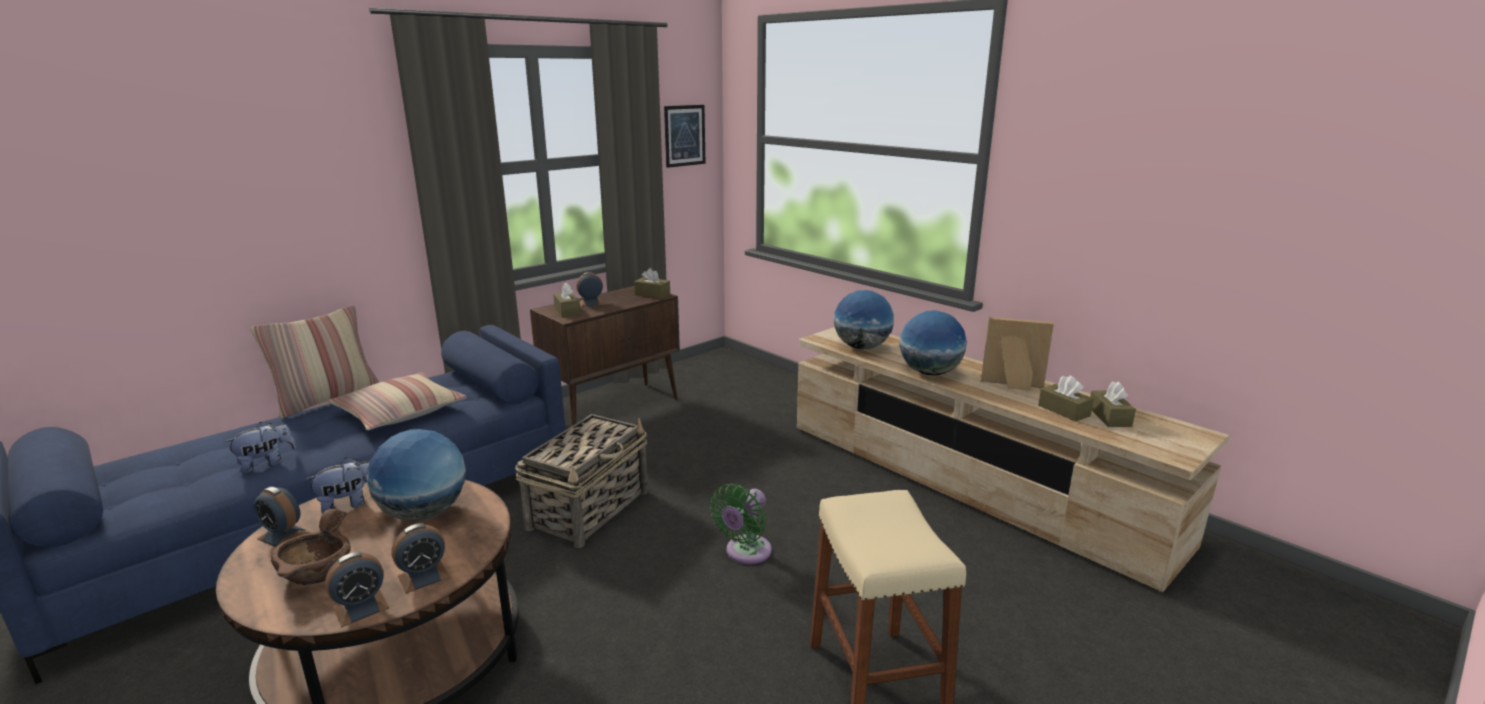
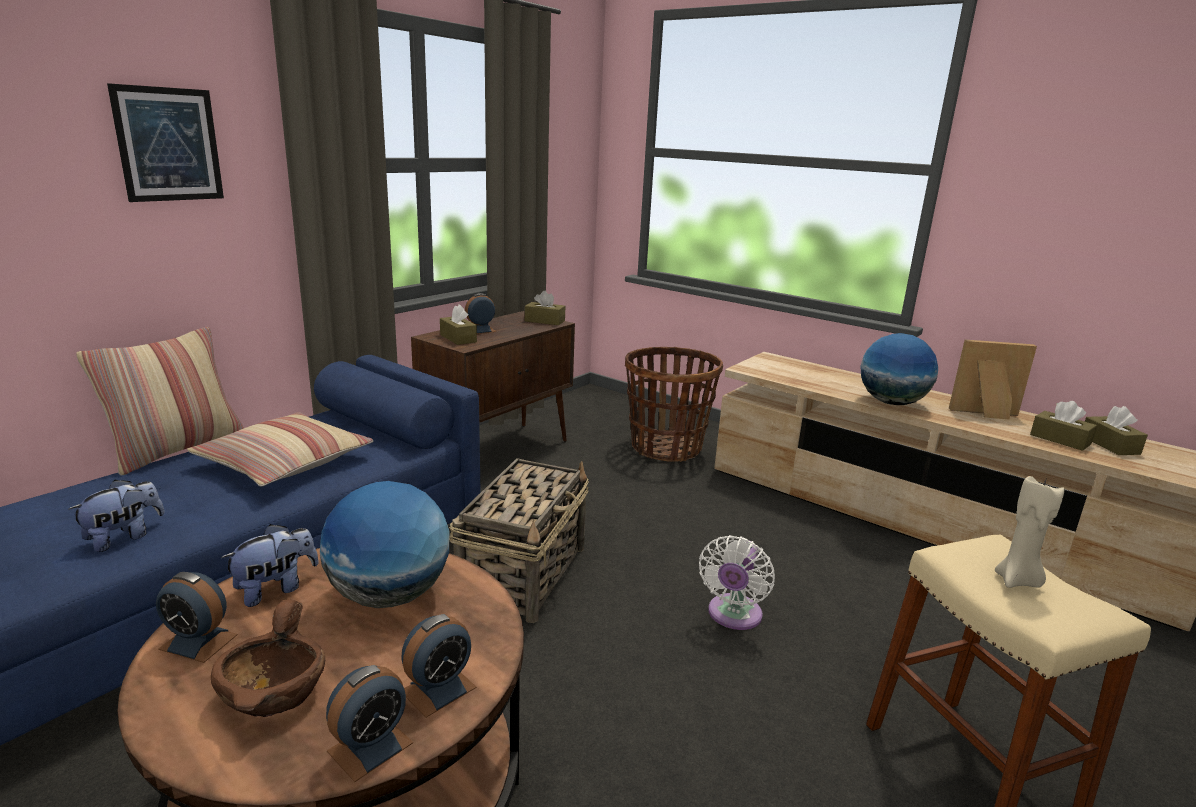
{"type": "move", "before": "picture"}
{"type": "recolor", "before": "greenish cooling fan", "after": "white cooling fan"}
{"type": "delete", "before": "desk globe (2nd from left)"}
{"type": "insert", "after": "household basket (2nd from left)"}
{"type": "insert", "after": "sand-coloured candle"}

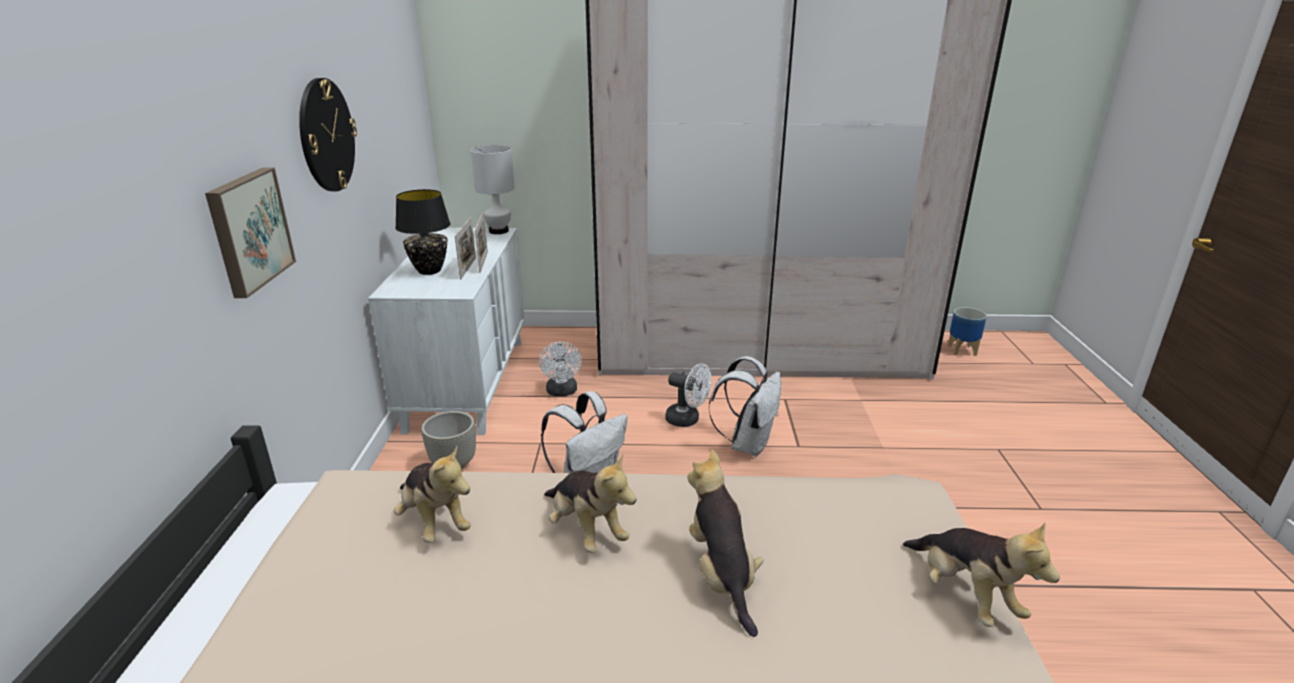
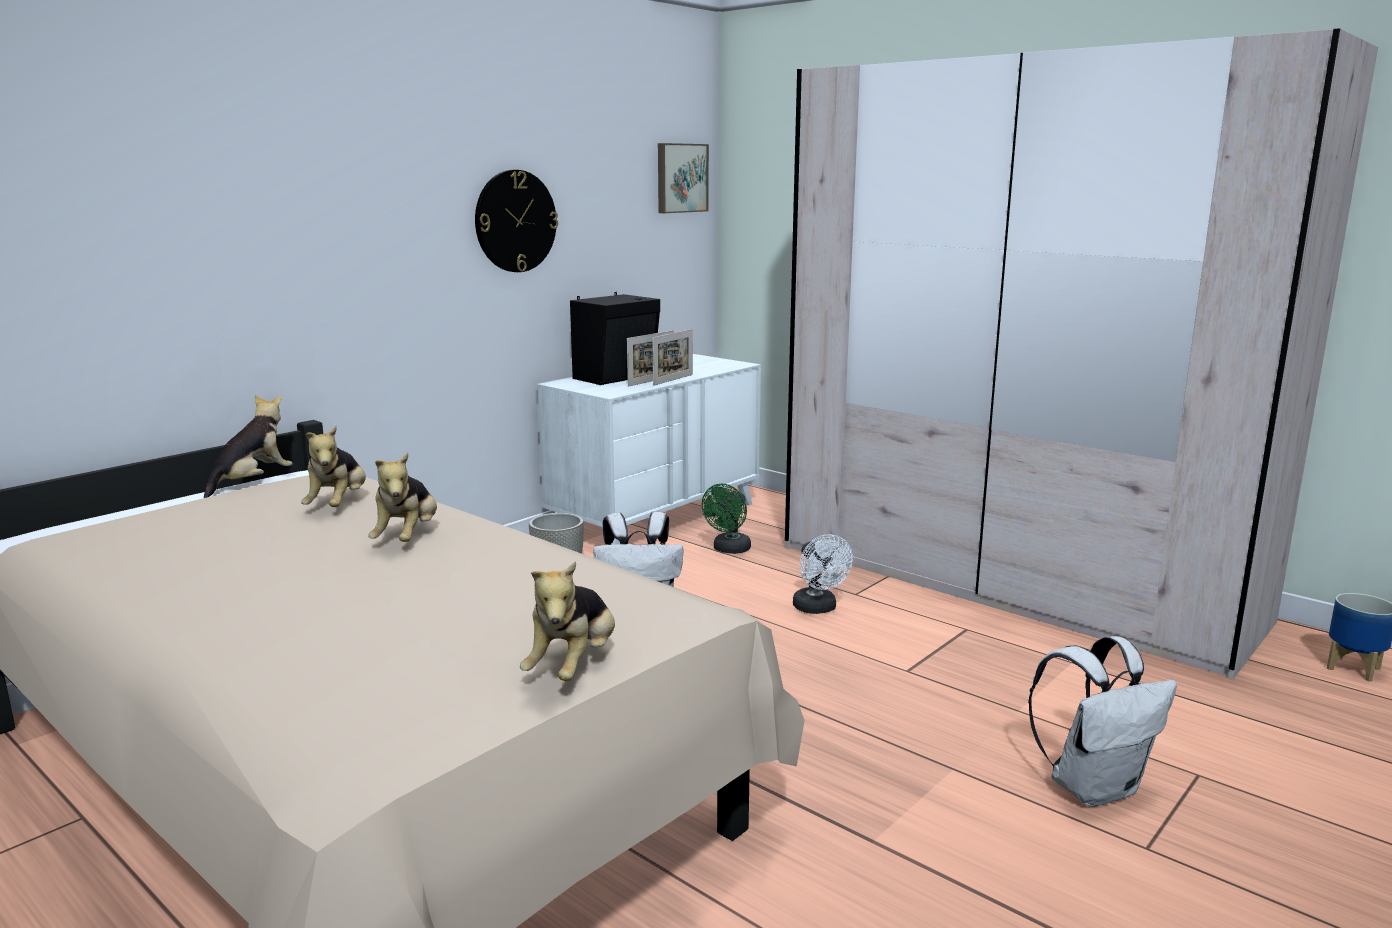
{"type": "move", "before": "picture"}
{"type": "replace", "before": "black tabletop lamp", "after": "black loudspeaker"}
{"type": "delete", "before": "white tabletop lamp"}
{"type": "recolor", "before": "white cooling fan (1st from left)", "after": "greenish cooling fan"}
{"type": "move", "before": "soft toy (3rd from left in the first image)", "after": "soft toy (1st from left)"}
{"type": "move", "before": "white backpack (2nd from left)"}

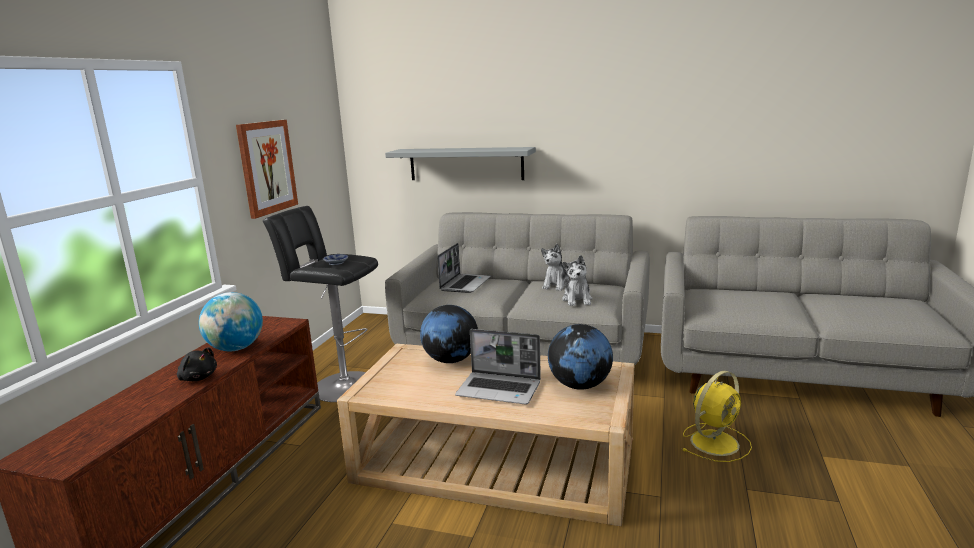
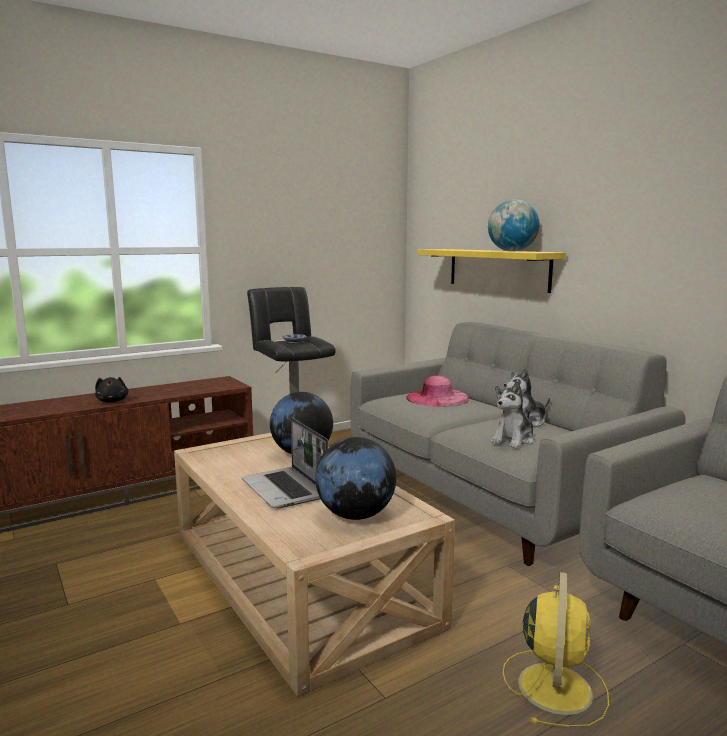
{"type": "move", "before": "desk globe (1st from left in the first image)", "after": "desk globe (3rd from left)"}
{"type": "delete", "before": "picture"}
{"type": "recolor", "before": "grey bracket shelf", "after": "yellow-coloured bracket shelf"}
{"type": "replace", "before": "notebook computer (1st from left)", "after": "pink wearable hat"}
{"type": "rotate", "before": "yellow-coloured cooling fan", "turn": -75}

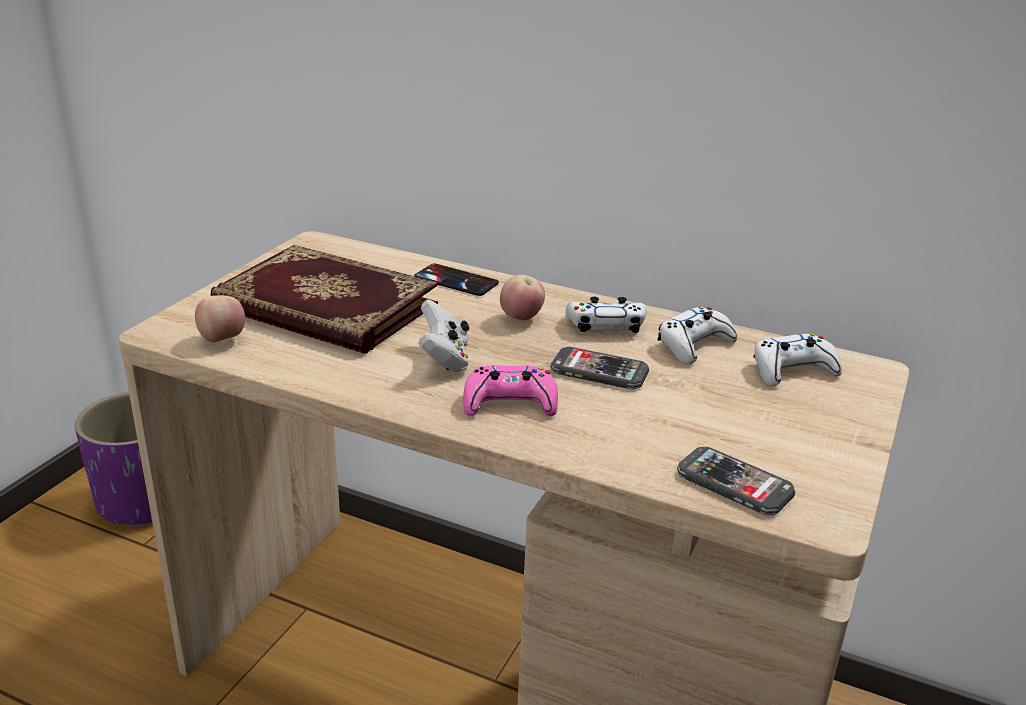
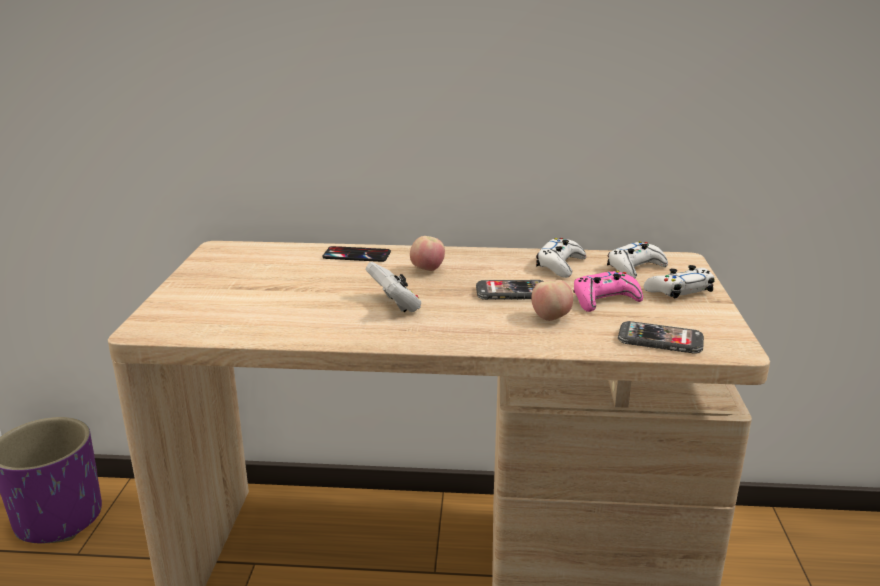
{"type": "move", "before": "whole apple (1st from left in the first image)", "after": "whole apple (2nd from left)"}
{"type": "delete", "before": "volume"}
{"type": "move", "before": "pink joypad"}
{"type": "move", "before": "white joypad (2nd from left in the first image)", "after": "white joypad (4th from left)"}

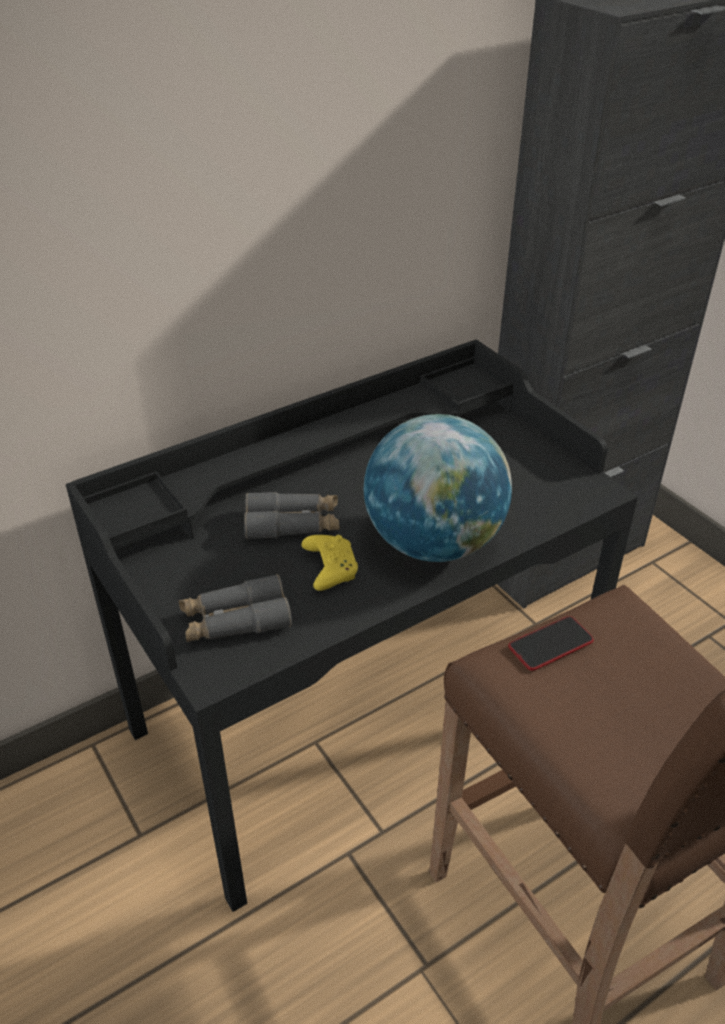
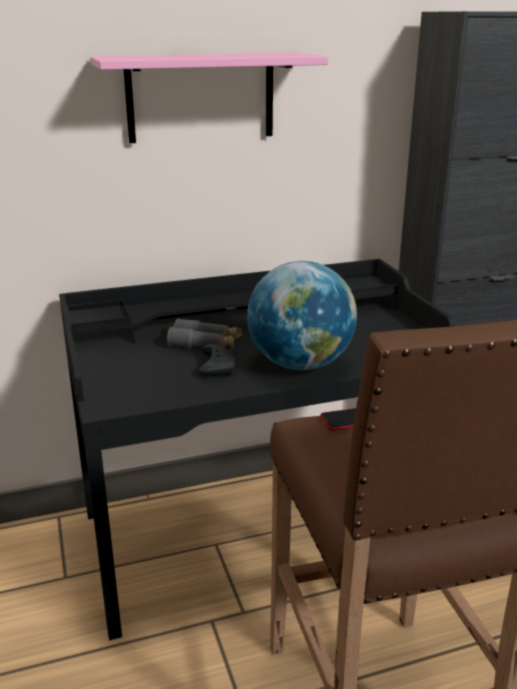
{"type": "delete", "before": "grey pair of binoculars (1st from left)"}
{"type": "recolor", "before": "yellow-coloured joypad", "after": "black joypad"}
{"type": "insert", "after": "pink bracket shelf"}

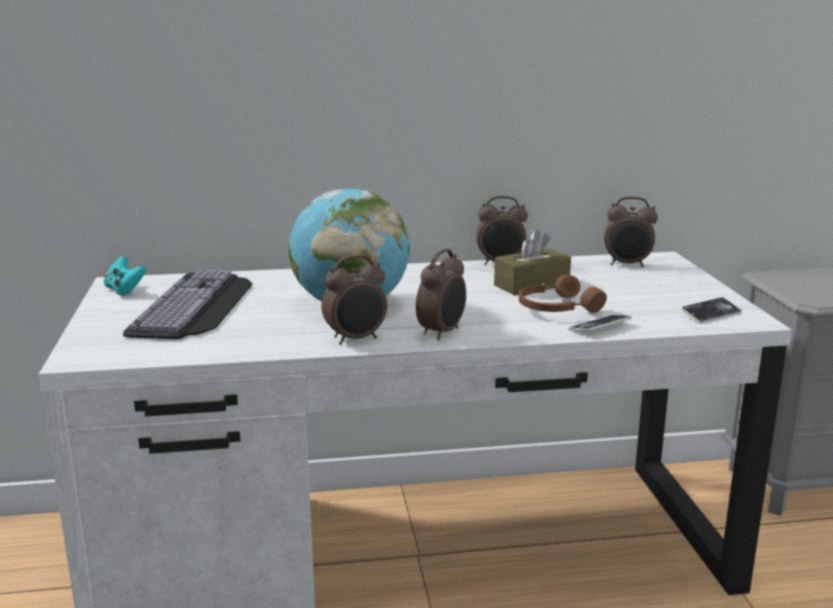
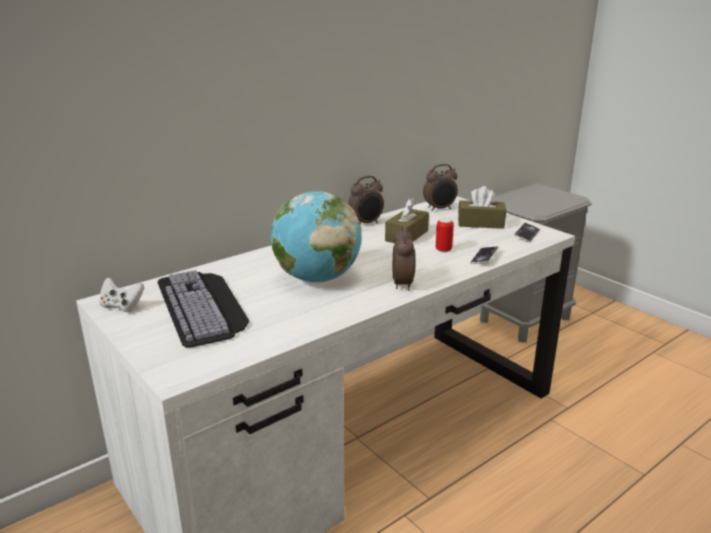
{"type": "recolor", "before": "turquoise-coloured joypad", "after": "white joypad"}
{"type": "delete", "before": "alarm clock (1st from left)"}
{"type": "replace", "before": "brown-coloured headset", "after": "metal can"}
{"type": "insert", "after": "brown-coloured tissue box (2nd from left)"}

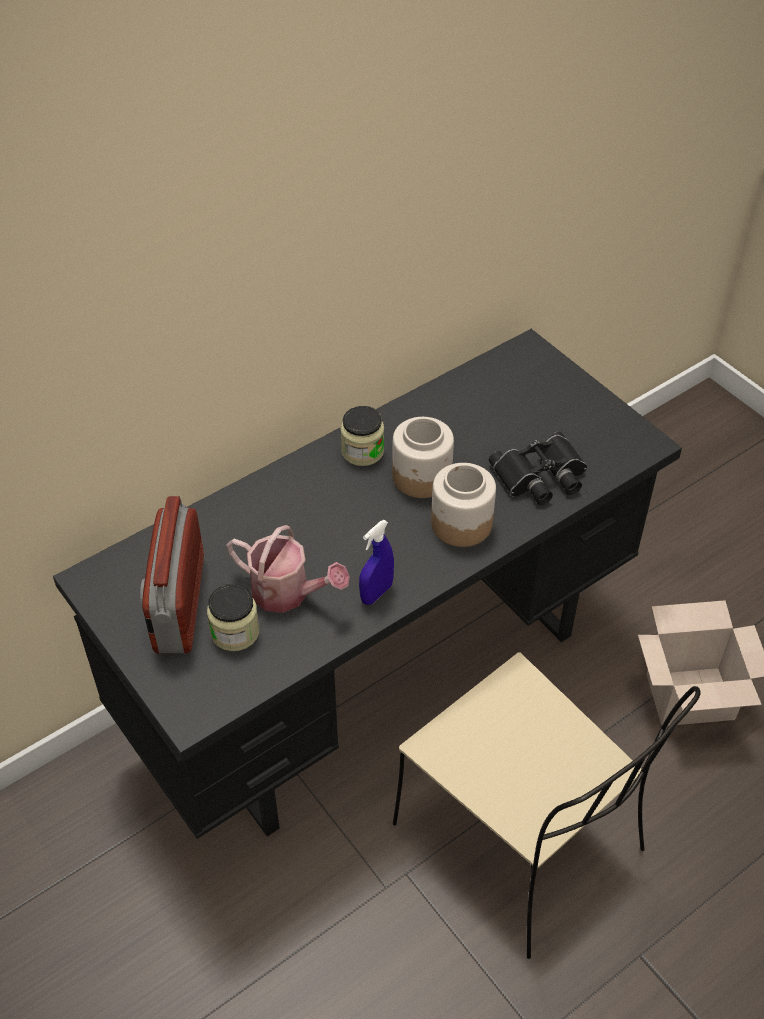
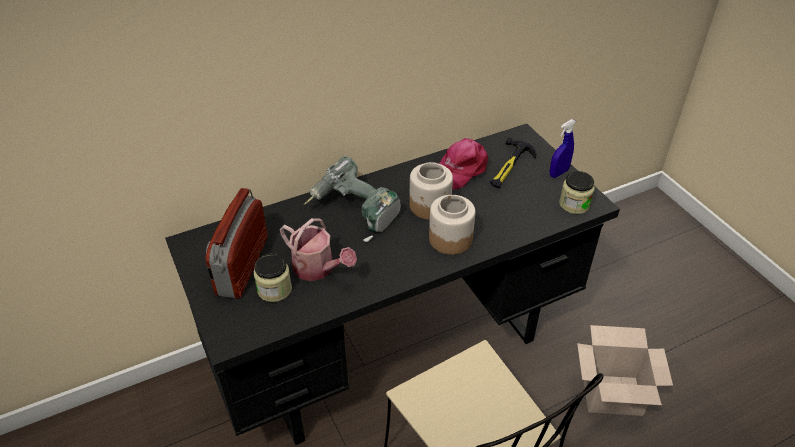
{"type": "move", "before": "preserve jar (2nd from left in the first image)", "after": "preserve jar (4th from left)"}
{"type": "move", "before": "bluish hand sprayer"}
{"type": "delete", "before": "black pair of binoculars"}
{"type": "insert", "after": "electric drill"}
{"type": "insert", "after": "pink peaked cap"}
{"type": "insert", "after": "tool hammer"}

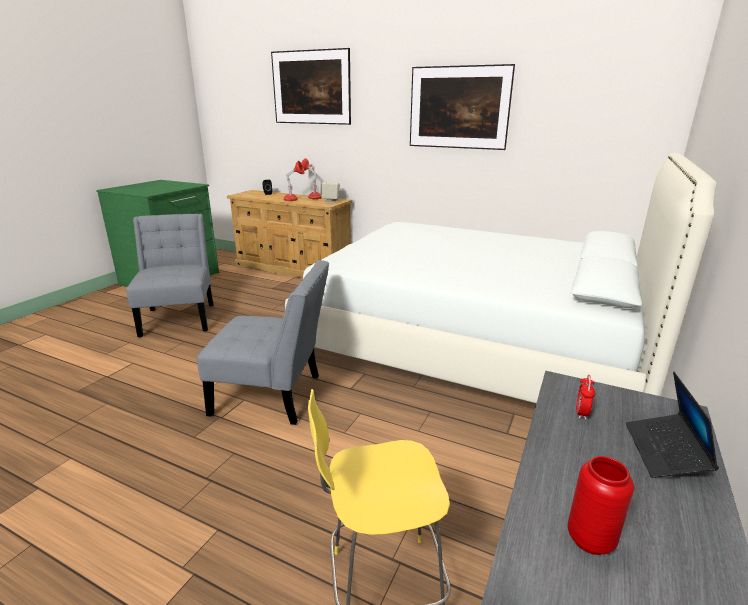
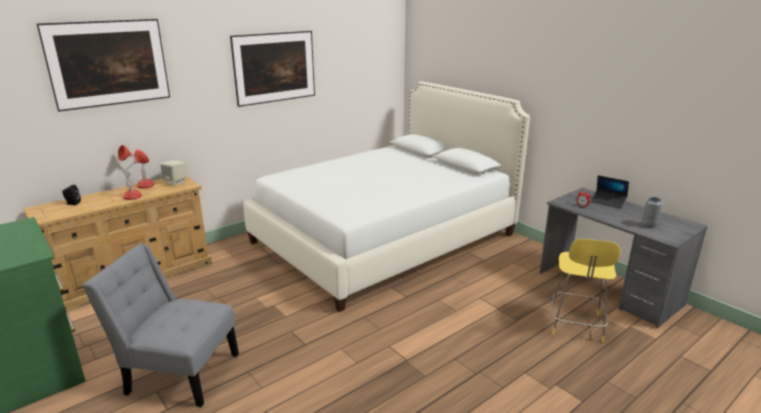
{"type": "delete", "before": "grey upright chair (2nd from left)"}
{"type": "recolor", "before": "red-coloured vase", "after": "grey vase"}

